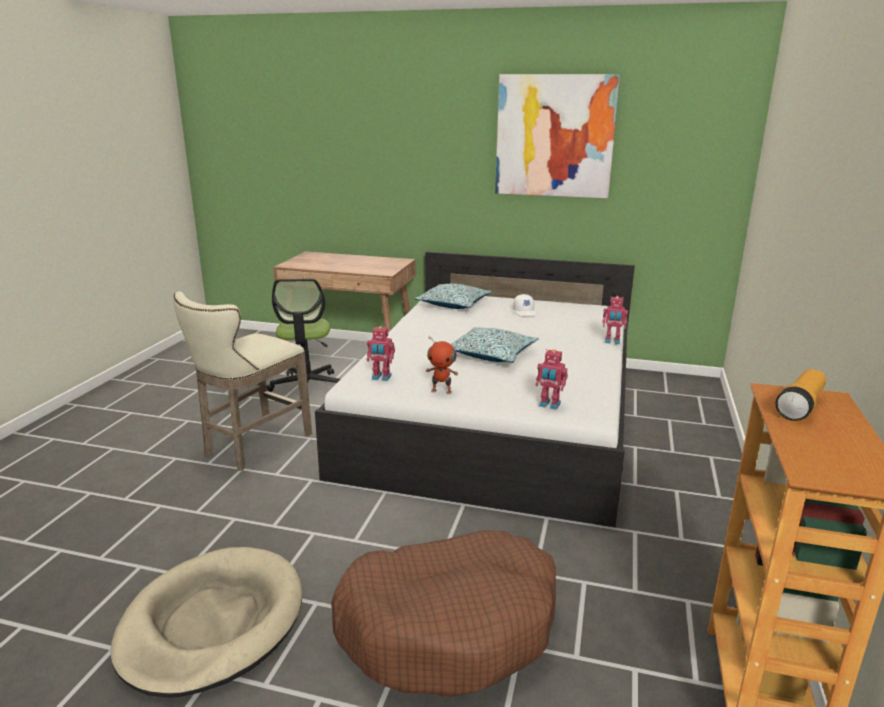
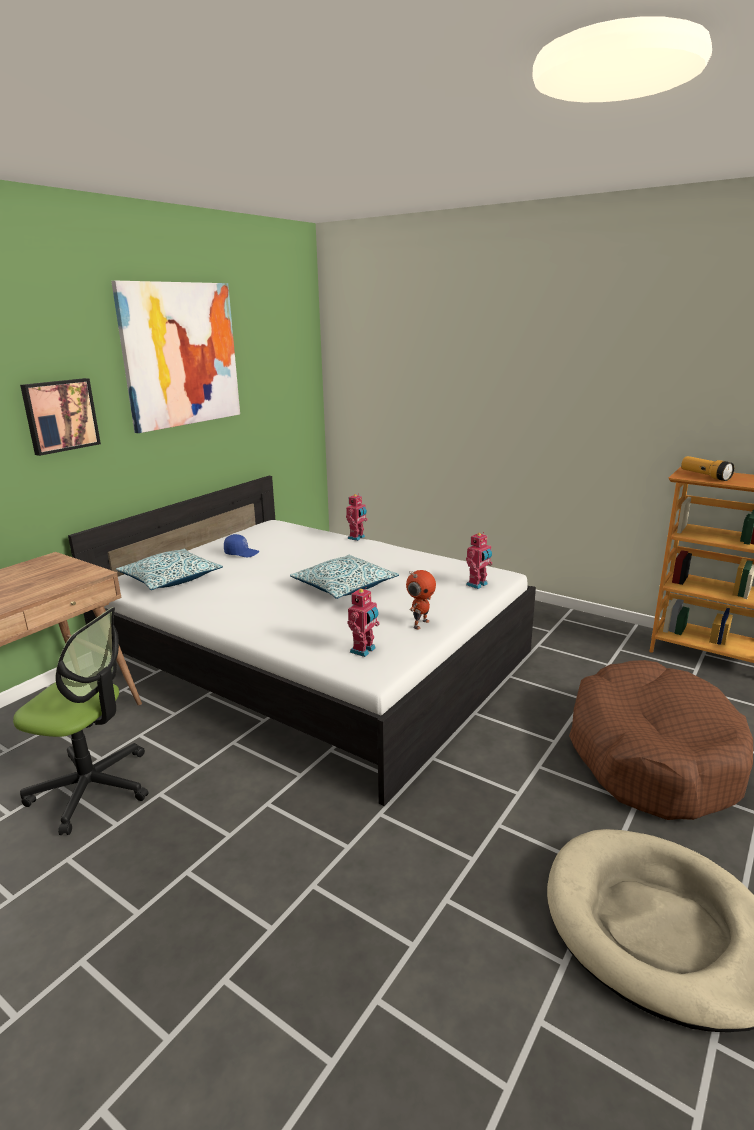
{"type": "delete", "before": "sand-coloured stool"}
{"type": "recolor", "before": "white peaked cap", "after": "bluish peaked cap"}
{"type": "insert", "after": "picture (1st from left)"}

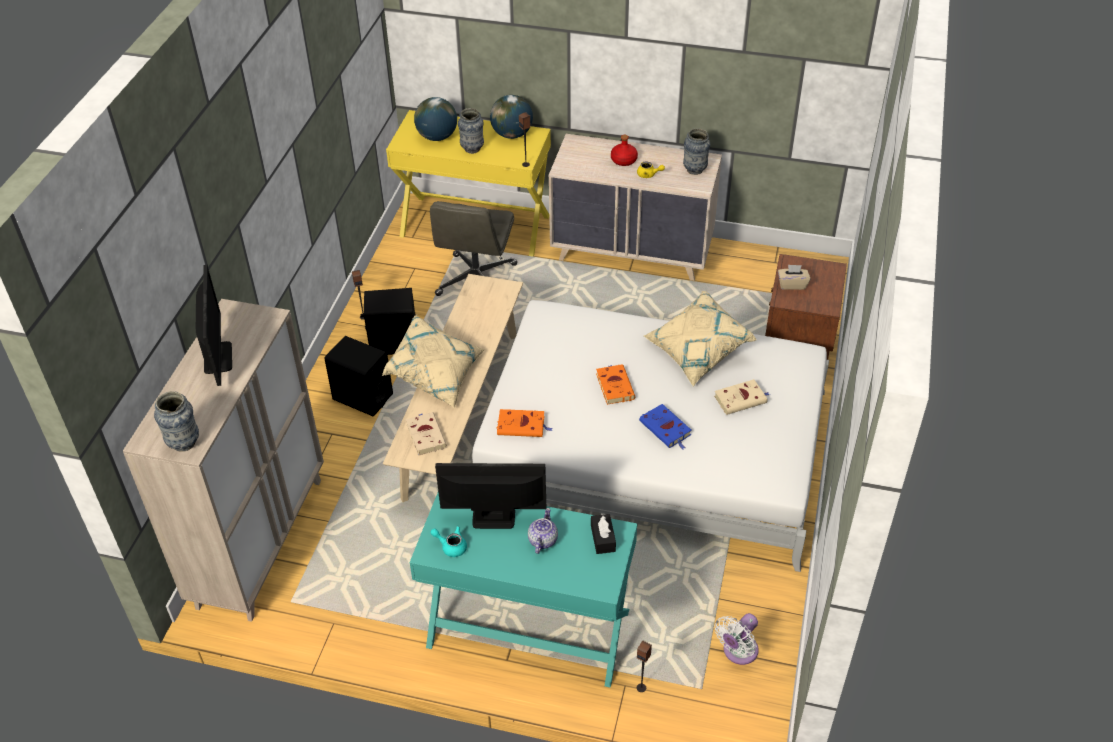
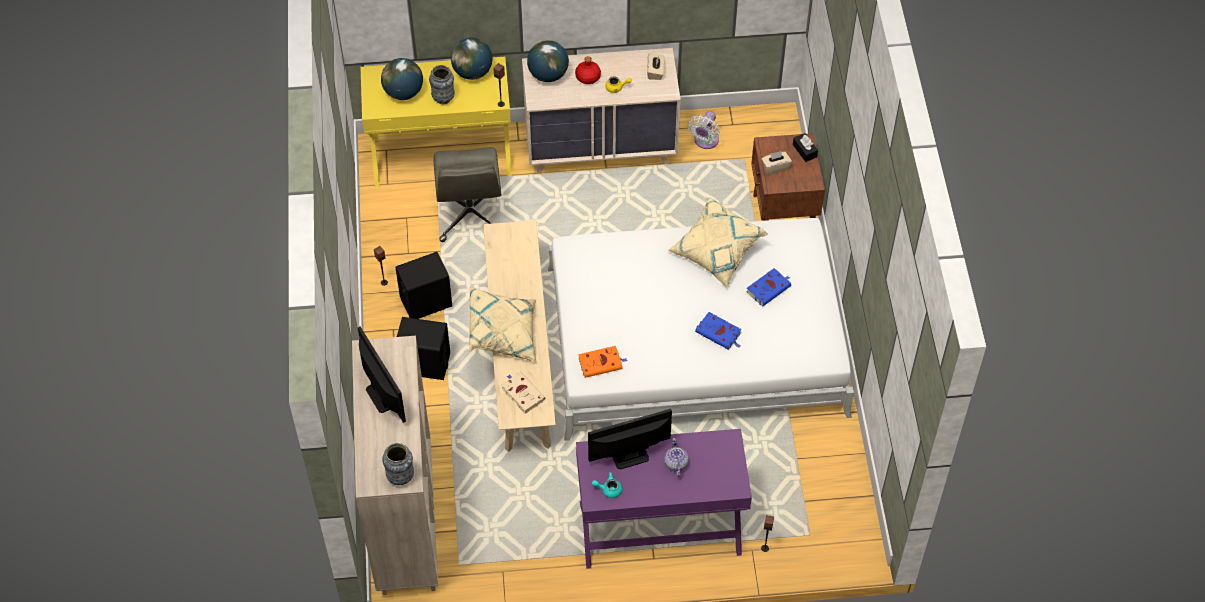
{"type": "recolor", "before": "turquoise-coloured desk unit", "after": "purple-coloured desk unit"}
{"type": "move", "before": "black tissue box"}
{"type": "delete", "before": "orangey volume (2nd from left)"}
{"type": "replace", "before": "vase (3rd from left)", "after": "sand-coloured tissue box (1st from left)"}
{"type": "recolor", "before": "sand-coloured volume (2nd from left)", "after": "bluish volume (2nd from left)"}
{"type": "move", "before": "white cooling fan"}
{"type": "insert", "after": "desk globe (3rd from left)"}

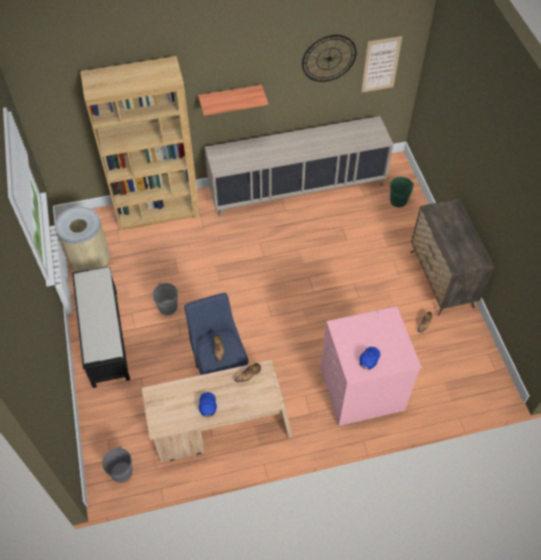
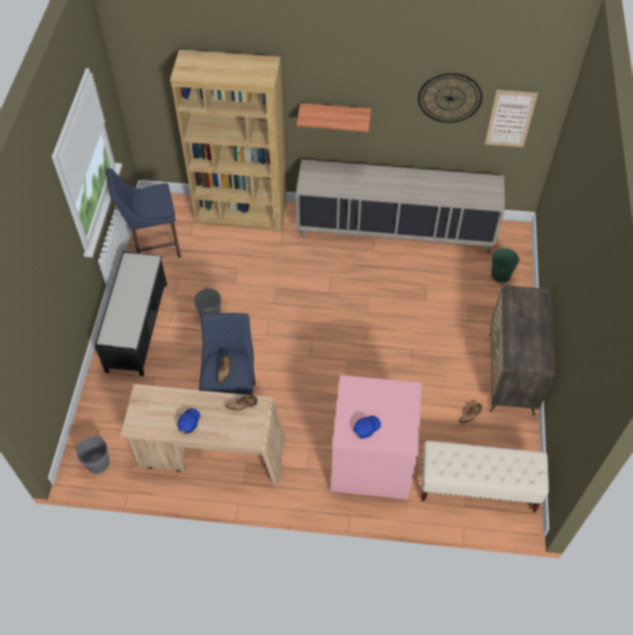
{"type": "replace", "before": "sand-coloured waste bin", "after": "bluish stool (1st from left)"}
{"type": "insert", "after": "sand-coloured indoor bench"}

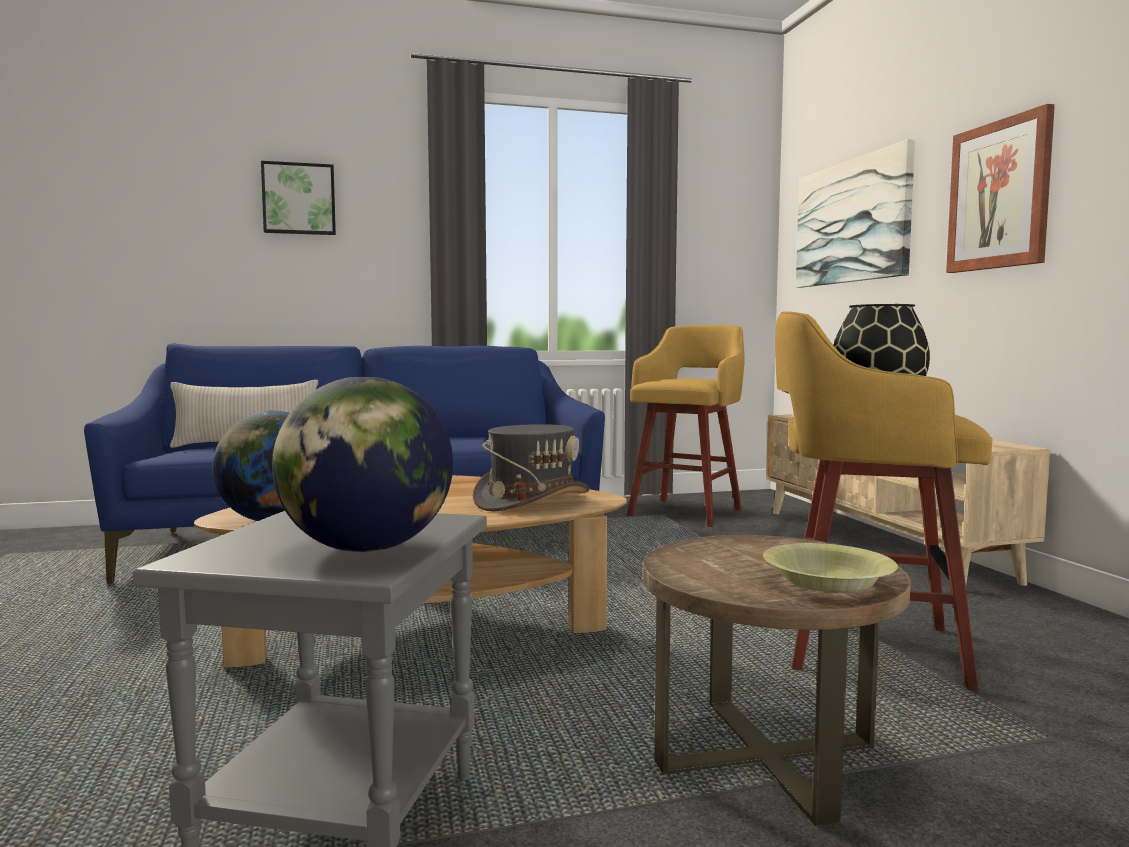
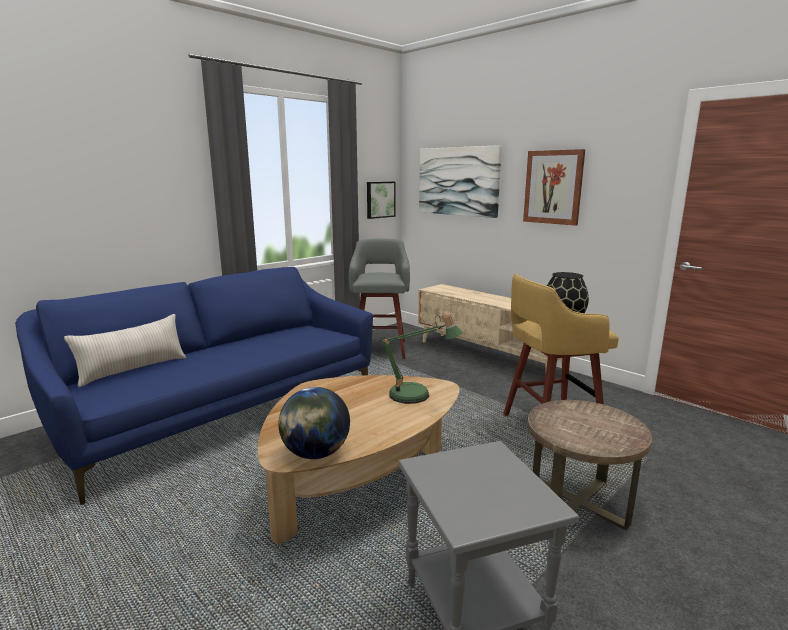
{"type": "move", "before": "picture (1st from left)"}
{"type": "delete", "before": "desk globe (2nd from left)"}
{"type": "replace", "before": "grey wearable hat", "after": "tabletop lamp"}
{"type": "recolor", "before": "yellow-coloured stool (1st from left)", "after": "grey stool"}
{"type": "delete", "before": "yellow-coloured deep dish"}

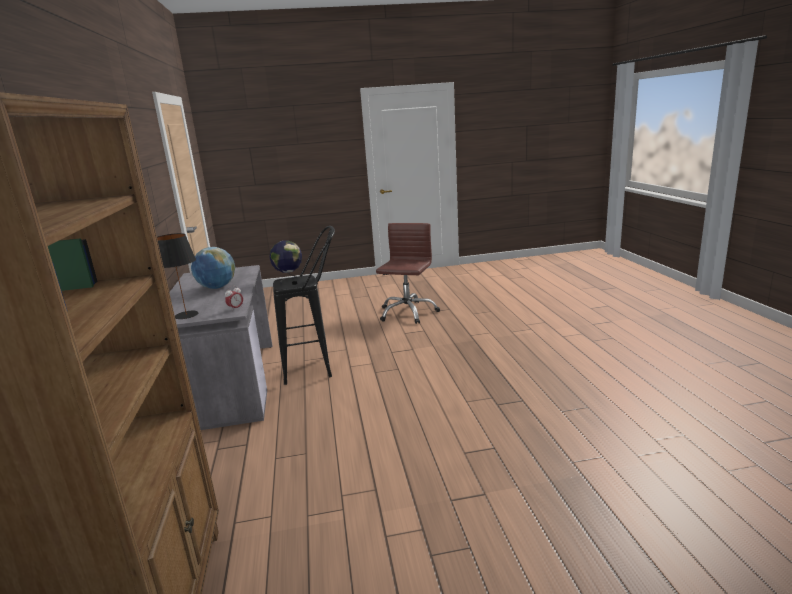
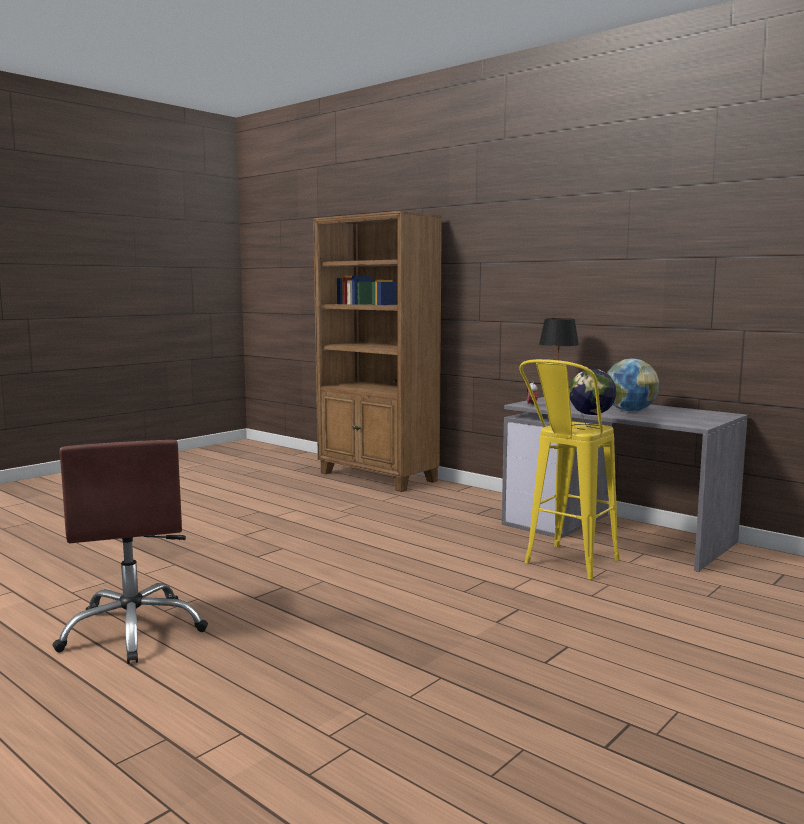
{"type": "recolor", "before": "black stool", "after": "yellow-coloured stool"}
{"type": "move", "before": "brown-coloured computer chair"}

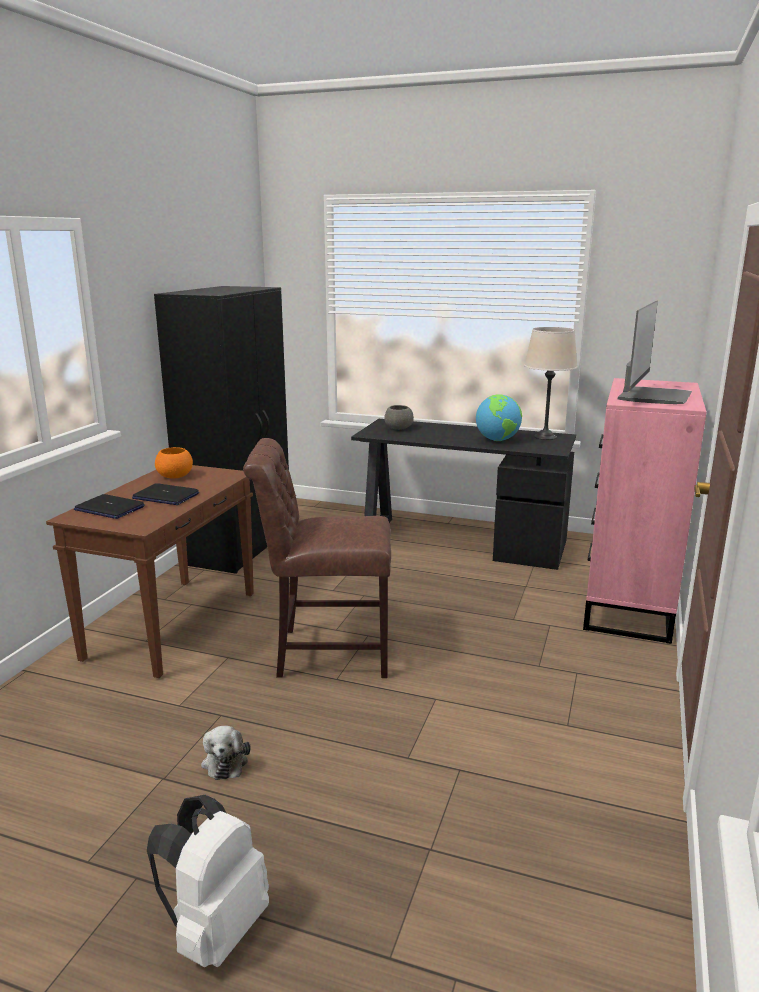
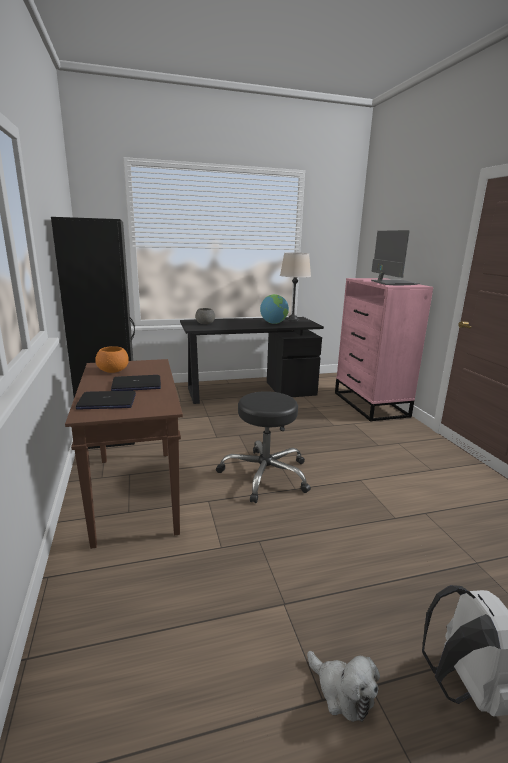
{"type": "move", "before": "soft toy"}
{"type": "replace", "before": "brown-coloured upright chair", "after": "black stool"}

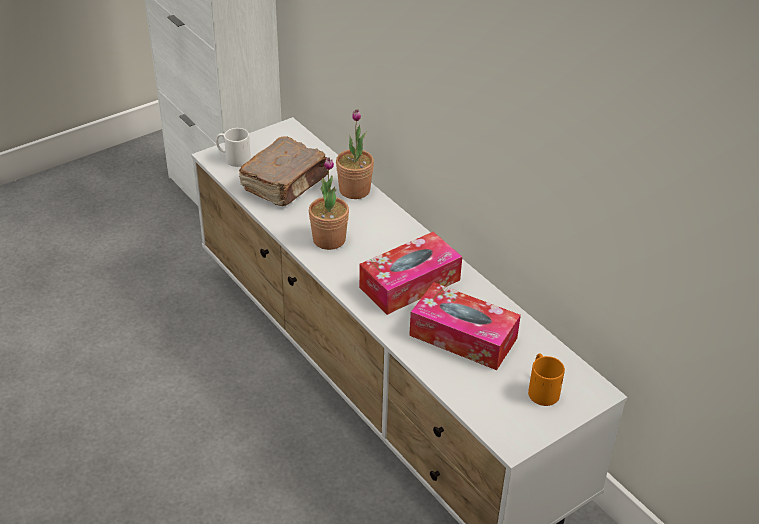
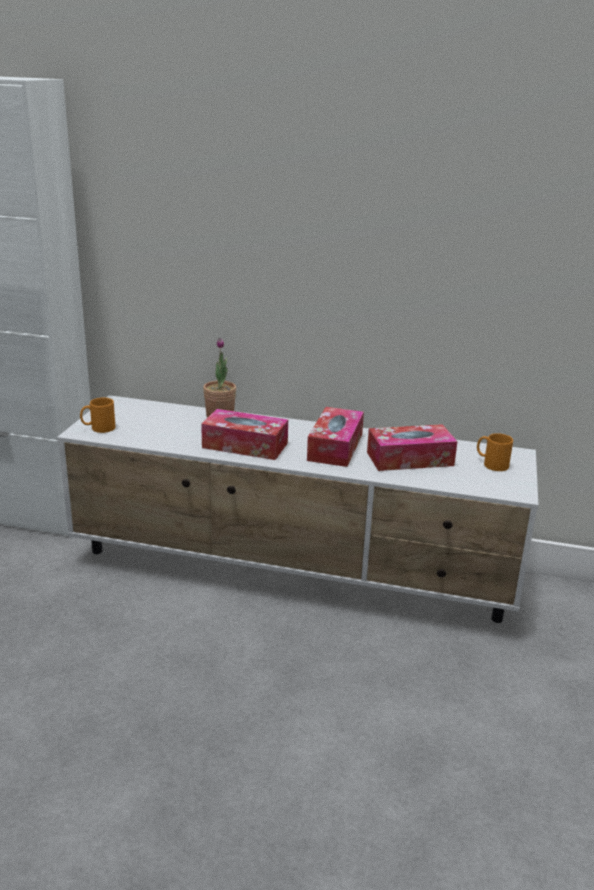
{"type": "recolor", "before": "white mug", "after": "orangey mug (1st from left)"}
{"type": "delete", "before": "brown-coloured volume"}
{"type": "replace", "before": "potted plant (1st from left)", "after": "tissue box (1st from left)"}

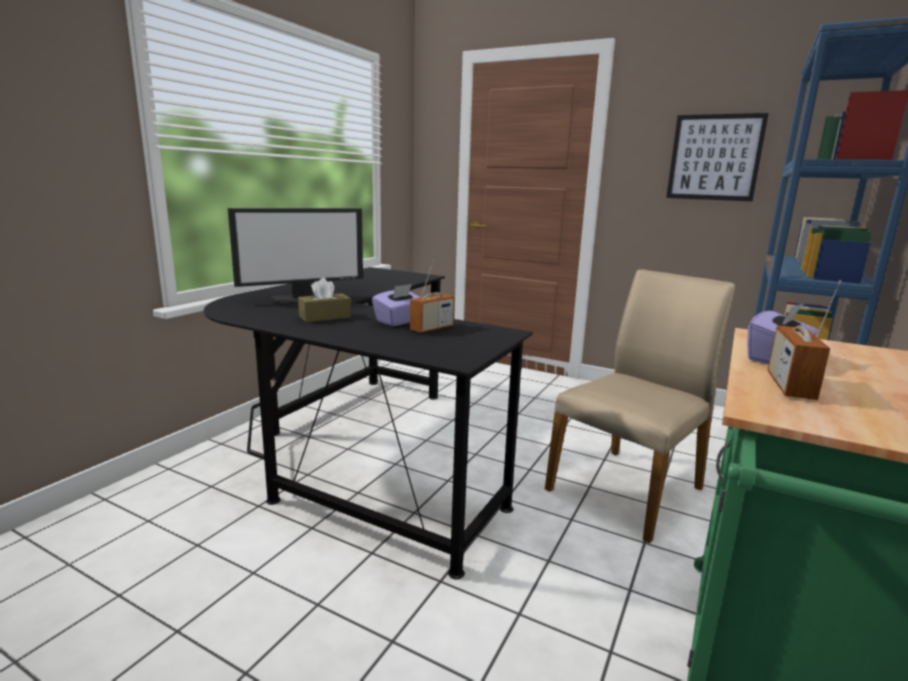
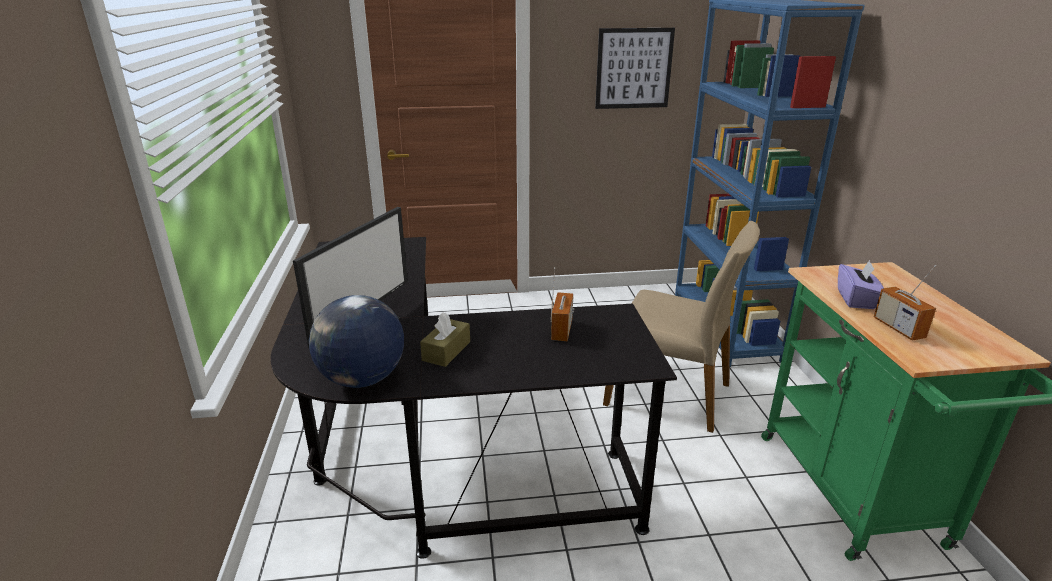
{"type": "delete", "before": "purple-coloured tissue box (1st from left)"}
{"type": "rotate", "before": "sand-coloured upright chair", "turn": 105}
{"type": "insert", "after": "desk globe"}

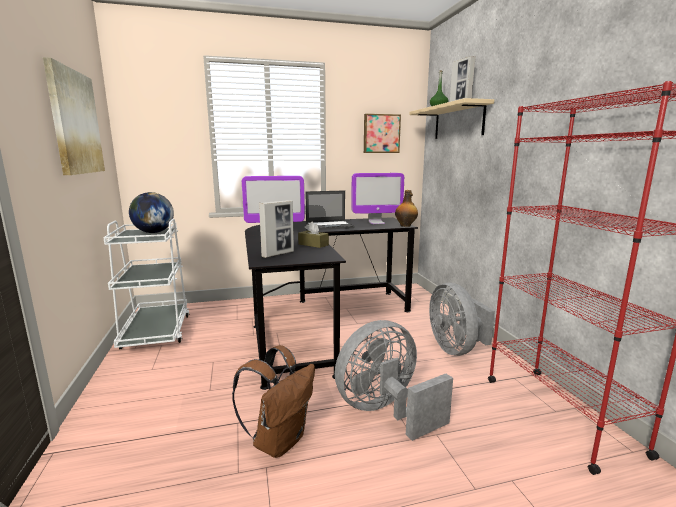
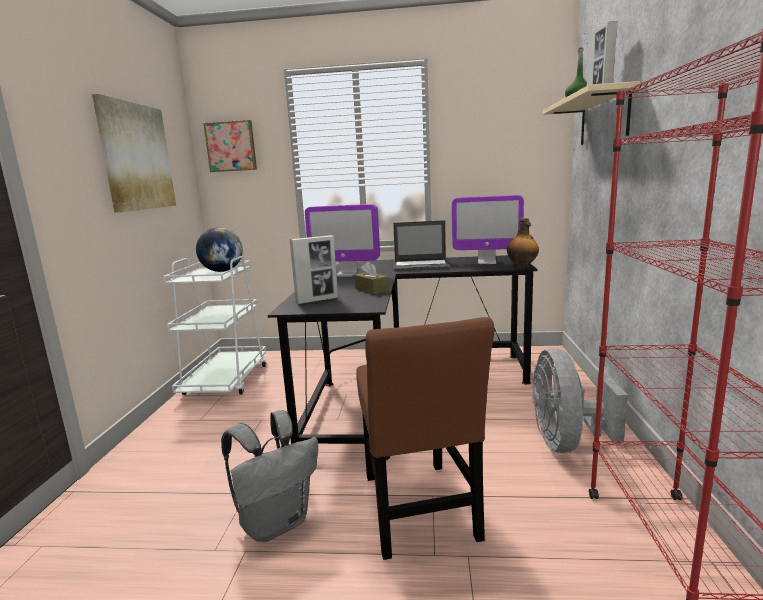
{"type": "recolor", "before": "brown-coloured backpack", "after": "grey backpack"}
{"type": "replace", "before": "grey cooling fan (1st from left)", "after": "brown-coloured upright chair"}
{"type": "move", "before": "picture (2nd from left)"}

